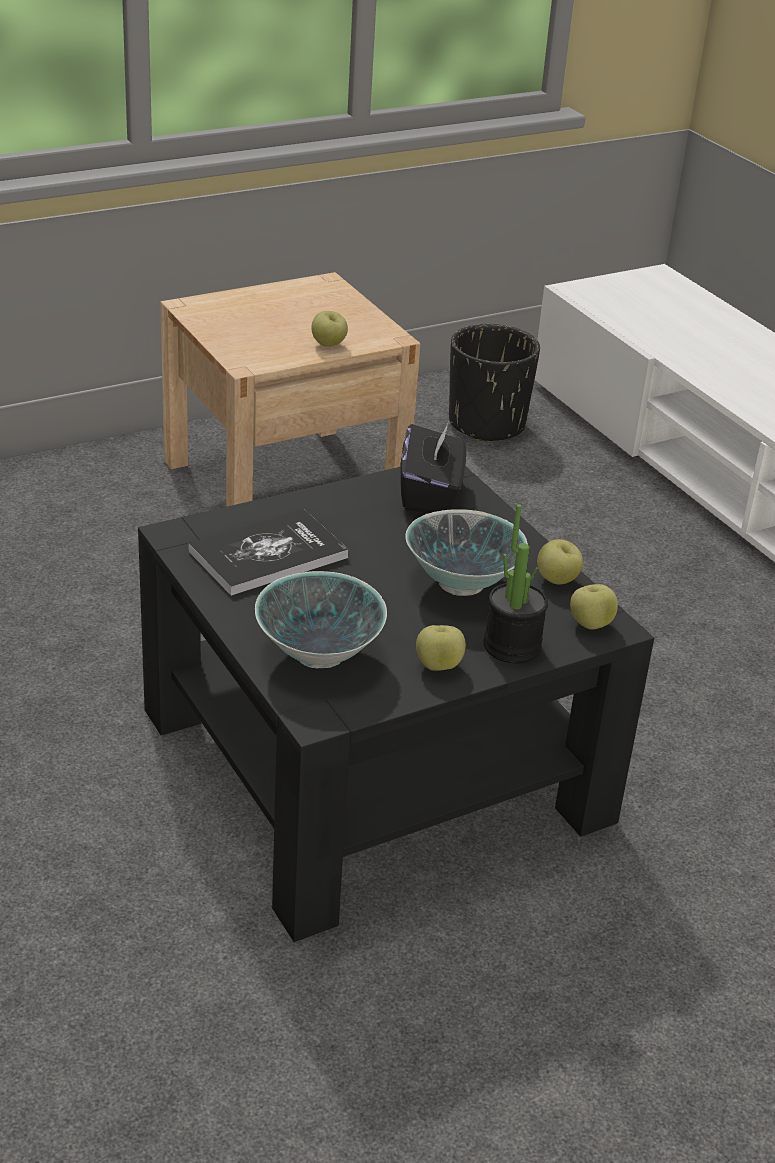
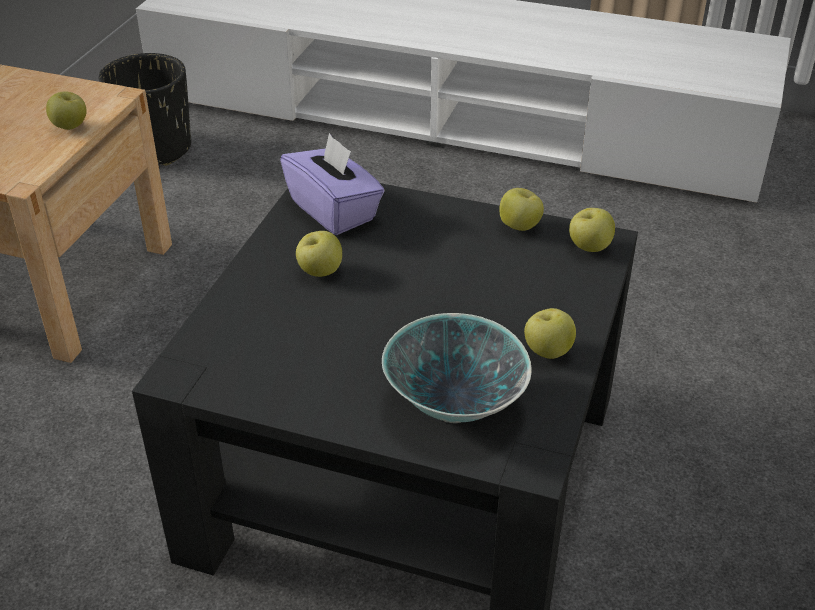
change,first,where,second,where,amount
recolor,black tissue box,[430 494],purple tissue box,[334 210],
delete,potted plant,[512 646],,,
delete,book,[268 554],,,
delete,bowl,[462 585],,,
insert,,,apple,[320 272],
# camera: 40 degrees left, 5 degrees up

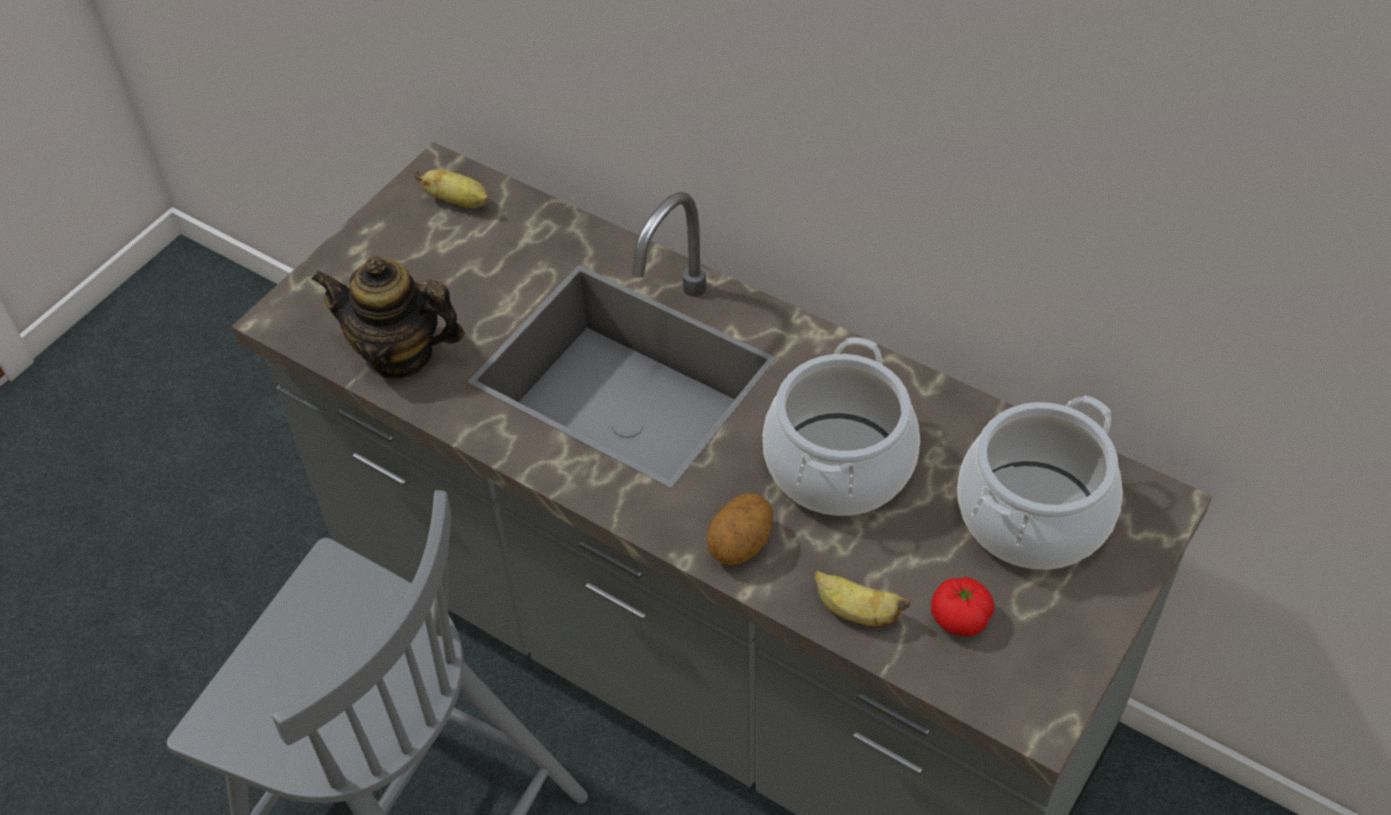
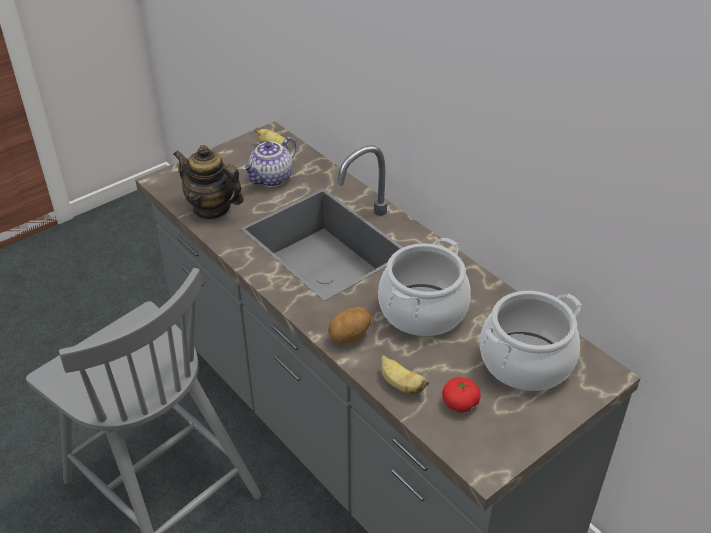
change,first,where,second,where,amount
insert,,,teapot,[272 179],
# camera: 15 degrees right, 10 degrees down

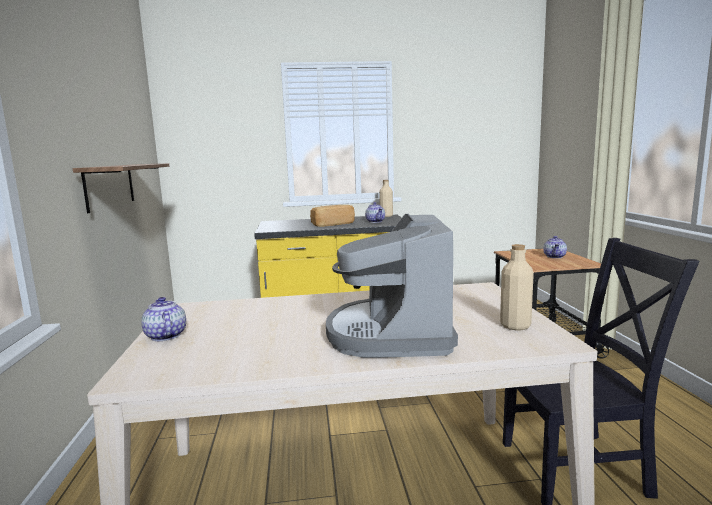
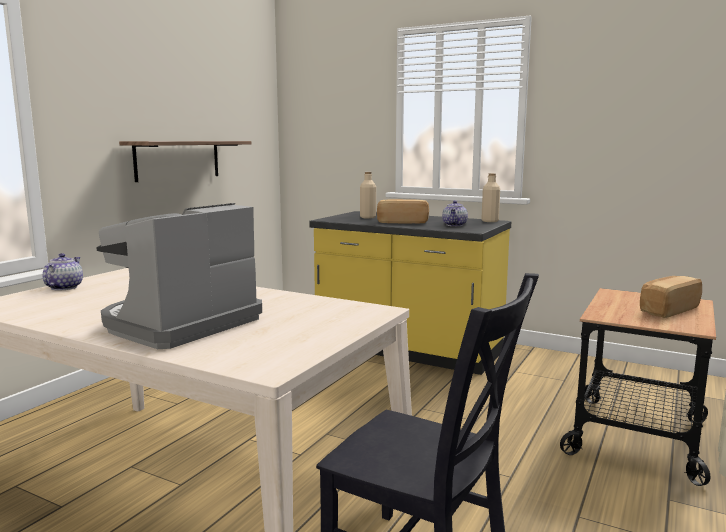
change,first,where,second,where,amount
replace,teapot,[555 256],bread,[667 310],
move,beige bottle,[515 326],,[368 217],
# camera: 35 degrees right, 0 degrees up

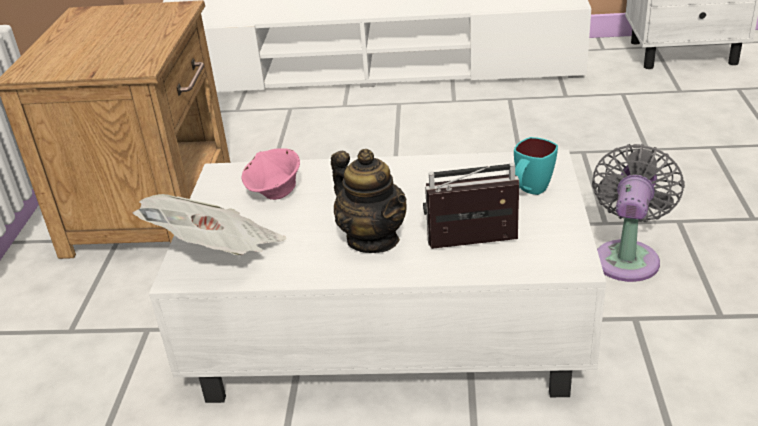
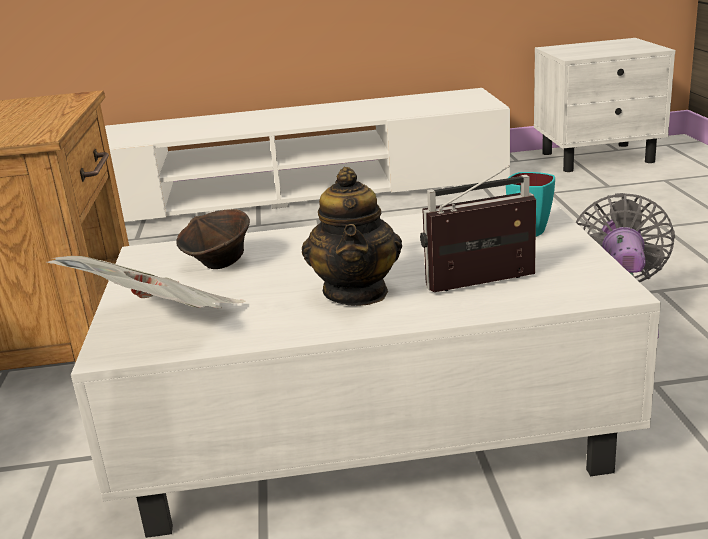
change,first,where,second,where,amount
recolor,pink bowl,[275 193],brown bowl,[219 264],
rotate,teapot,[373 239],,[356 292],45 degrees clockwise
# camera: 10 degrees left, 10 degrees down

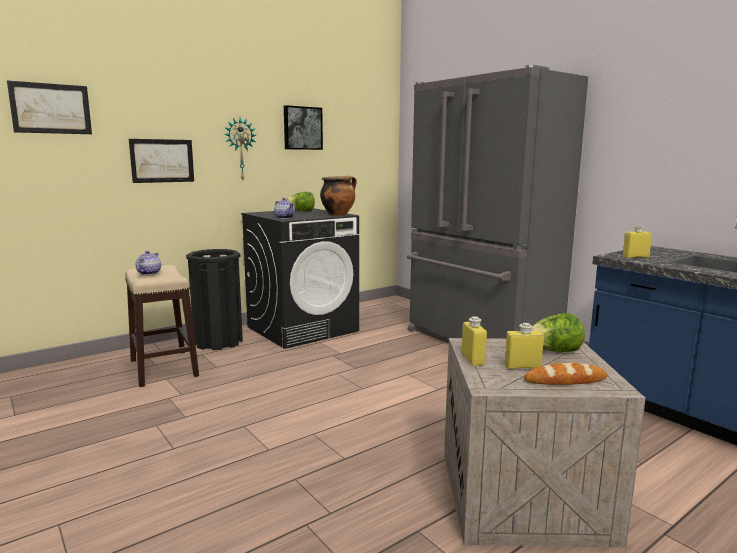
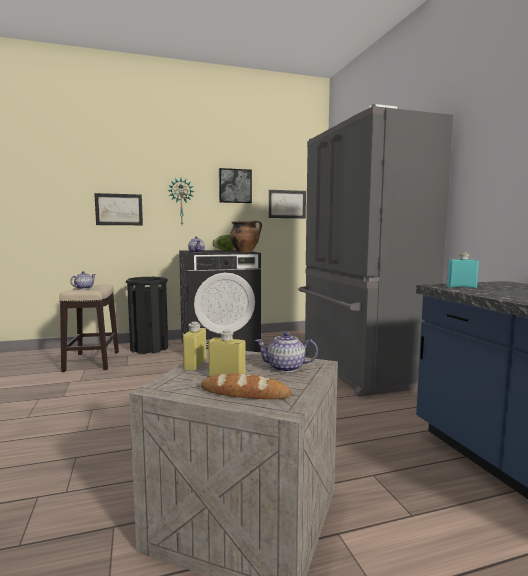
change,first,where,second,where,amount
move,picture,[51 108],,[287 204],
recolor,yellow bottle,[635 257],turquoise bottle,[461 287],
replace,lettuce,[554 352],teapot,[286 368],
# camera: 20 degrees right, 5 degrees down

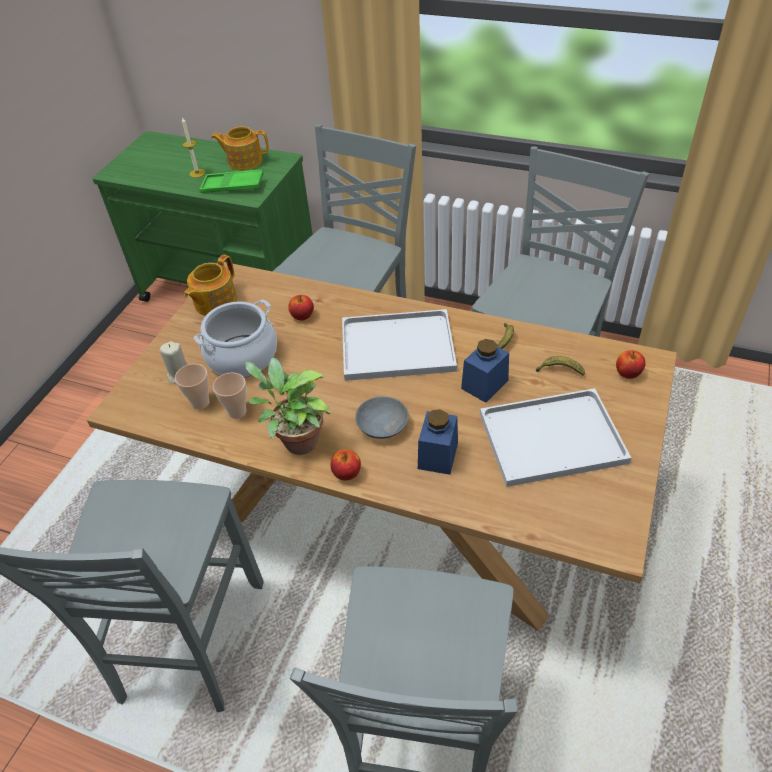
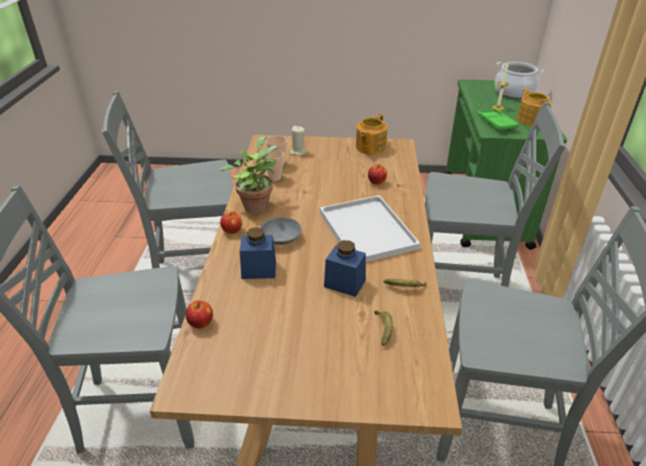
change,first,where,second,where,amount
rotate,teapot,[214 303],,[370 147],75 degrees counterclockwise
move,cooking pot,[242 357],,[514 93],
move,apple,[627 373],,[201 323],
delete,white tray,[549 440],,,
# camera: 70 degrees right, 10 degrees down

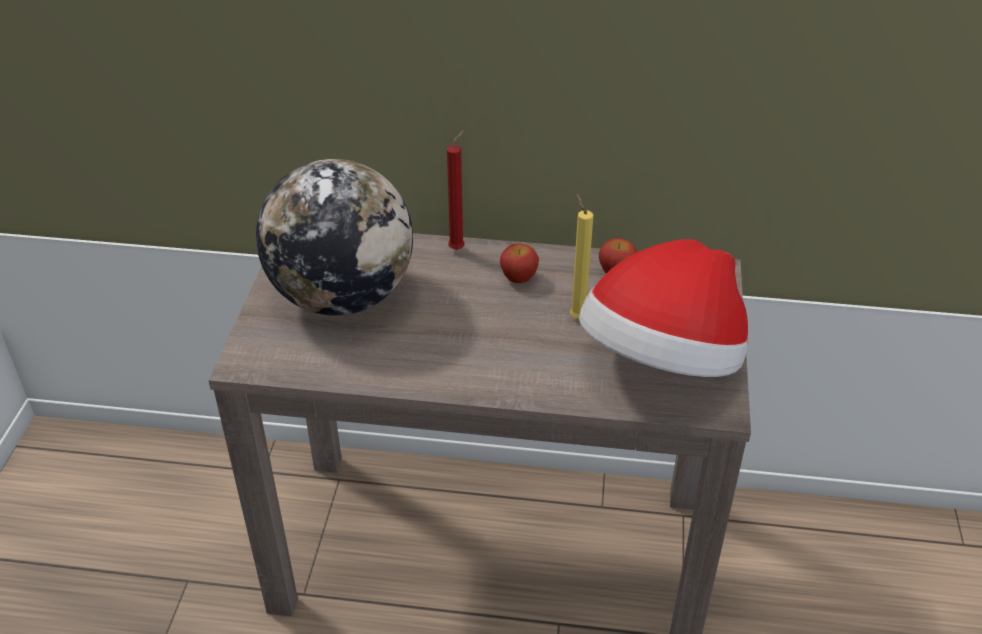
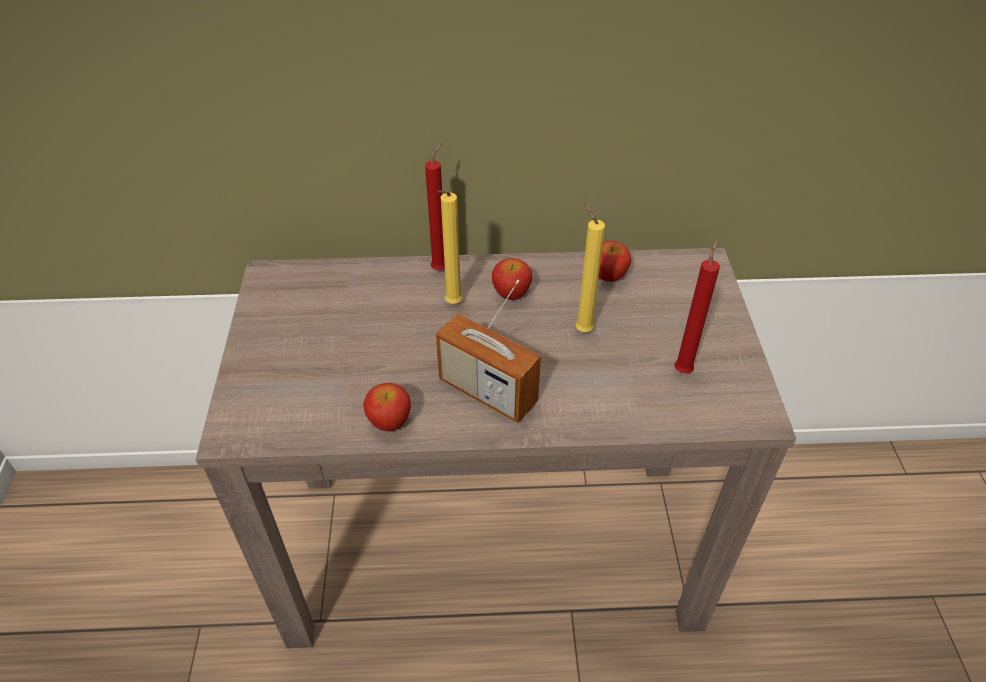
change,first,where,second,where,amount
delete,globe,[342 296],,,
replace,hat,[663 362],red candle,[683 369],
insert,,,yellow candle,[451 304],
insert,,,radio,[487 391],
insert,,,apple,[389 422],
# camera: 10 degrees left, 5 degrees up

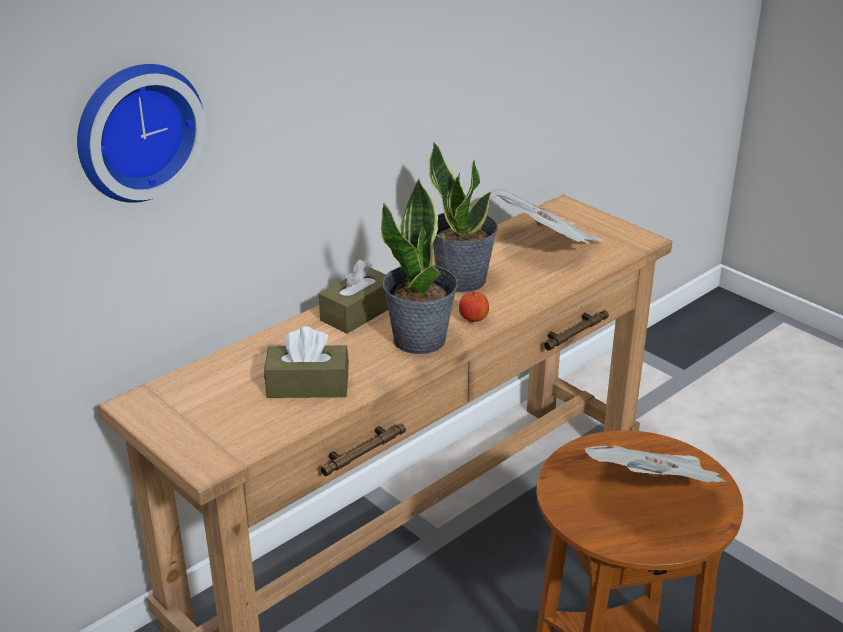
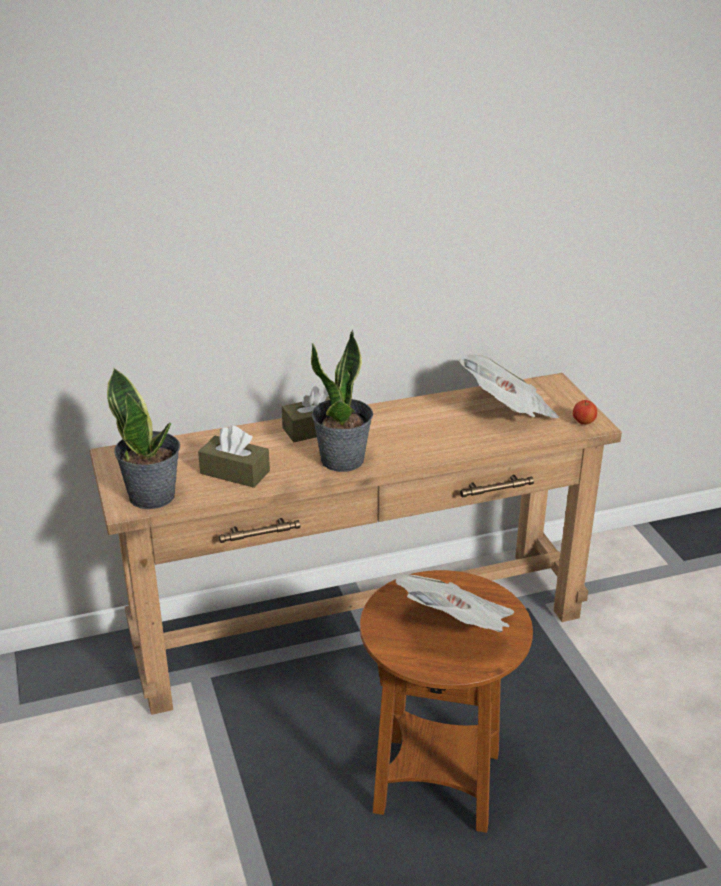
change,first,where,second,where,amount
delete,wall clock,[136 130],,,
move,potted plant,[461 279],,[153 495],
move,apple,[473 320],,[583 423],
# camera: 25 degrees right, 0 degrees up

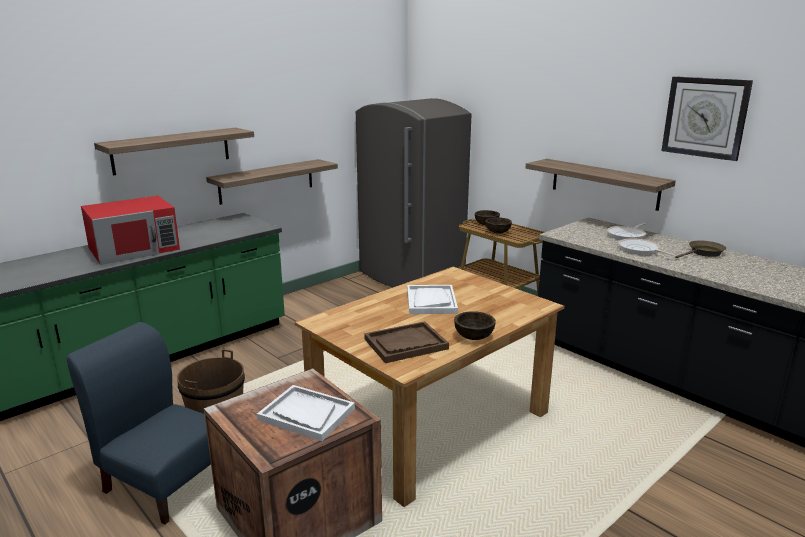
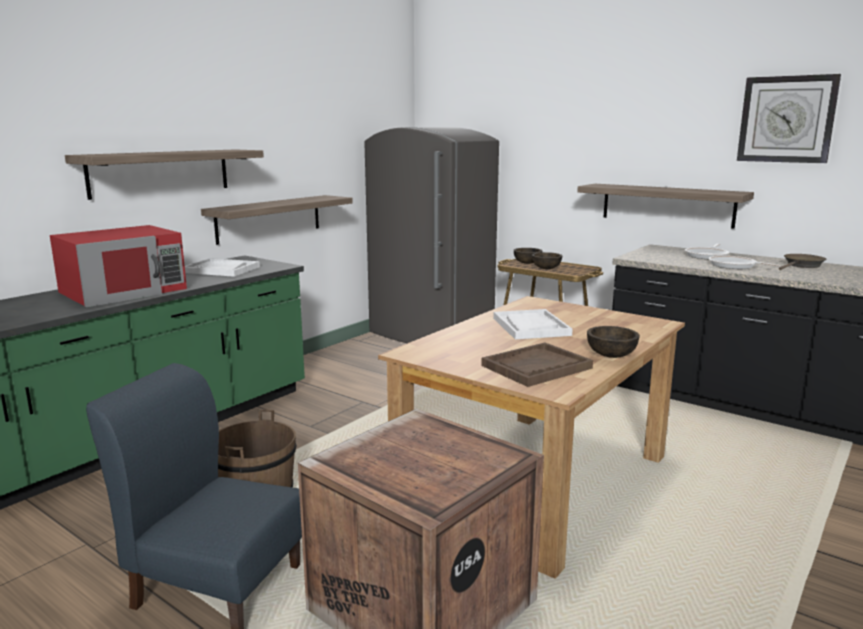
change,first,where,second,where,amount
move,white tray,[306 414],,[221 269],
# camera: 10 degrees left, 5 degrees down

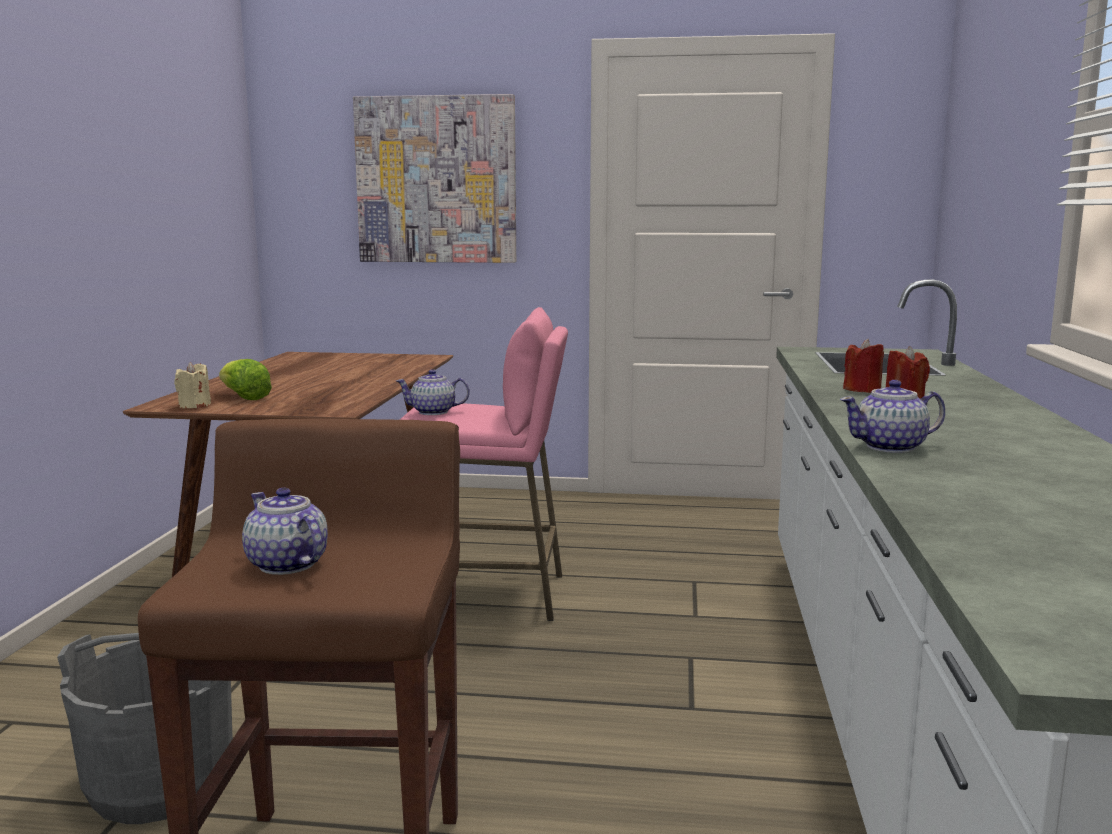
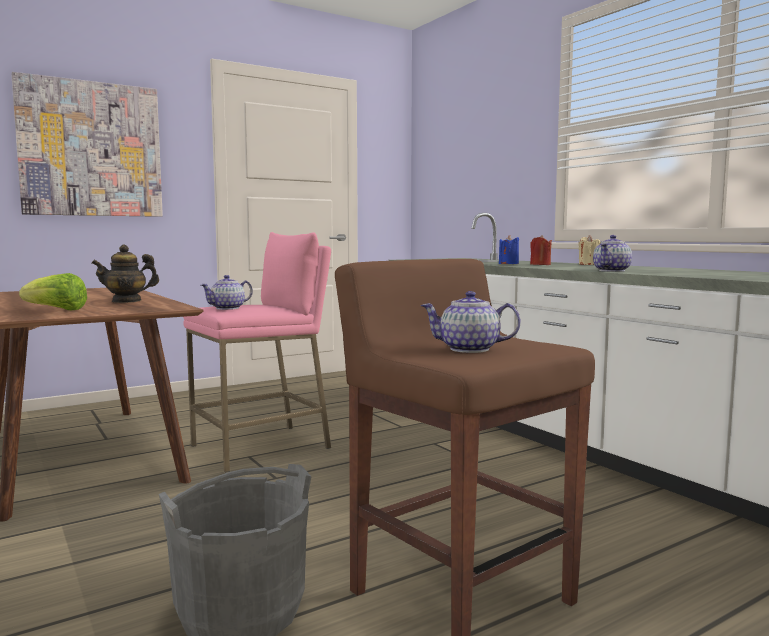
change,first,where,second,where,amount
recolor,red candle,[862 390],blue candle,[508 264],
move,beige candle,[194 405],,[589 264],
insert,,,teapot,[127 301],
# camera: 40 degrees left, 5 degrees down

